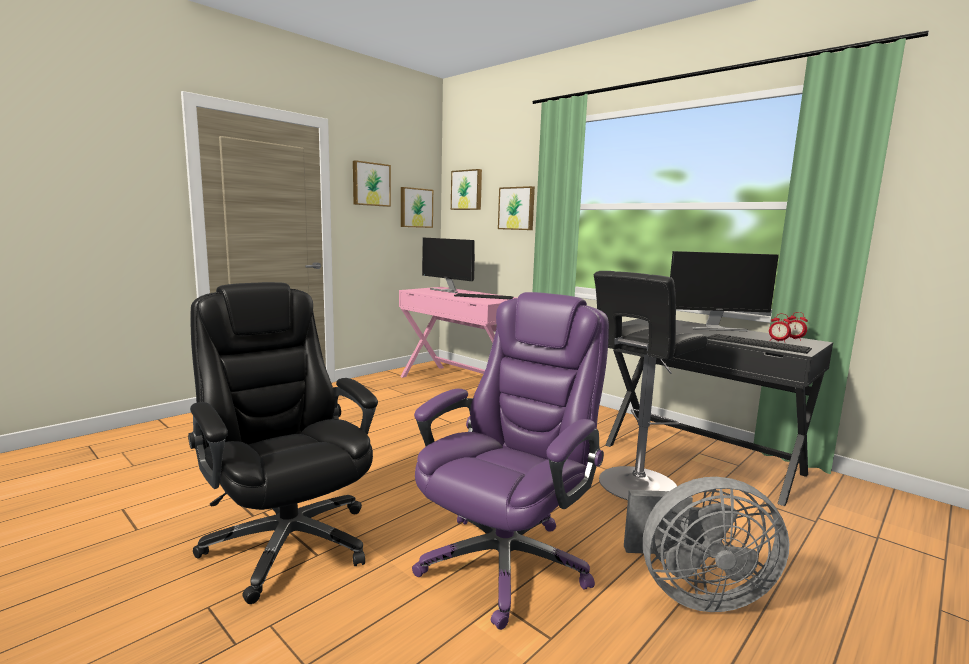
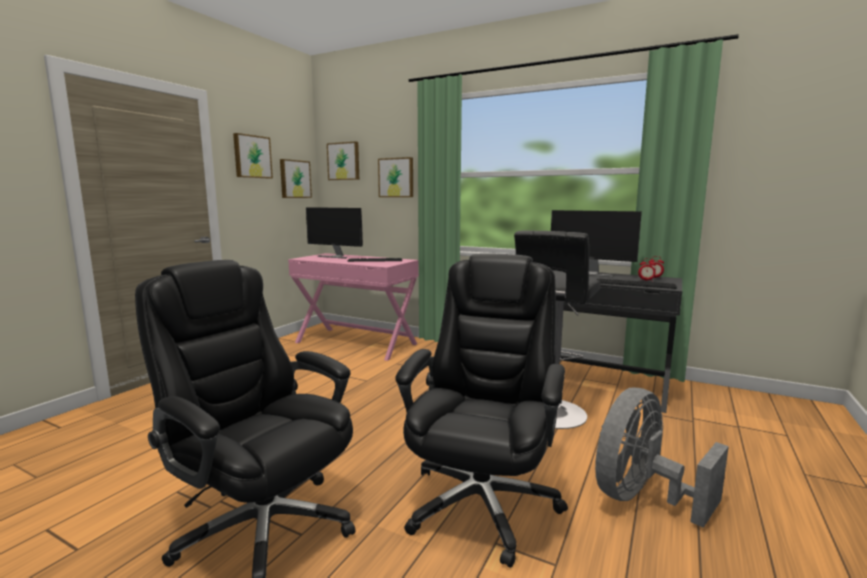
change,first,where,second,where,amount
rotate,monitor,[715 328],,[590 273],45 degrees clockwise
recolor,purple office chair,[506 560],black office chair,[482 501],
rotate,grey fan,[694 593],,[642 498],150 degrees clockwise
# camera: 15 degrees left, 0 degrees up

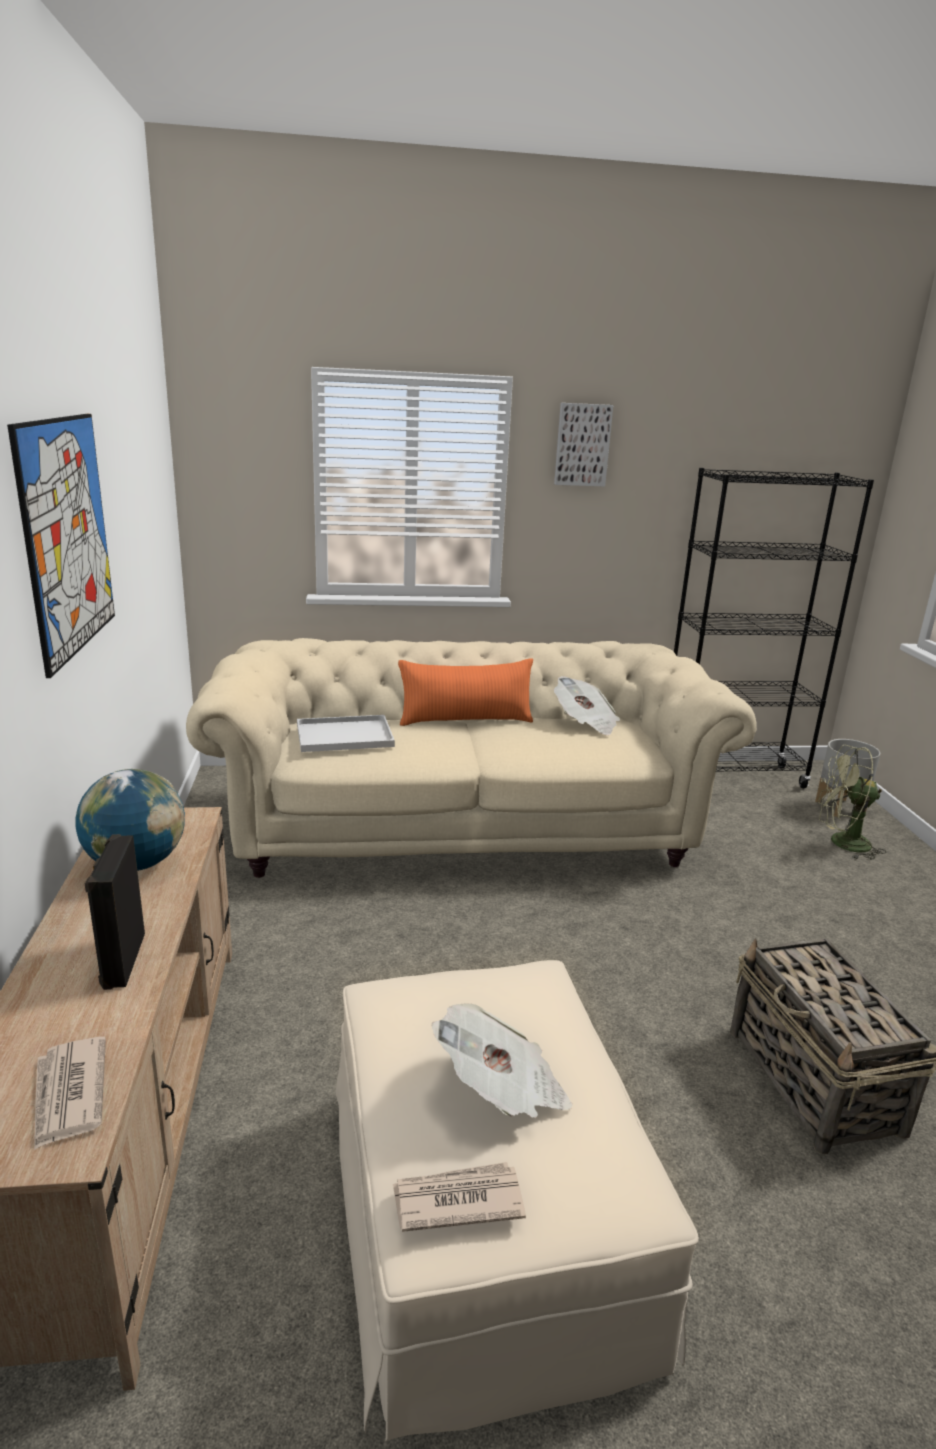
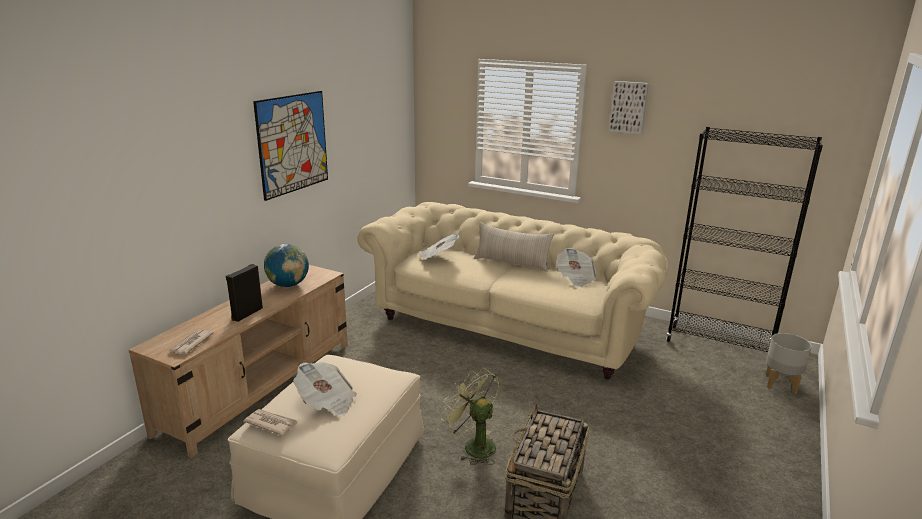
change,first,where,second,where,amount
recolor,orange pillow,[465 720],beige pillow,[512 263],
replace,white tray,[342 736],newspaper,[438 257],
move,green fan,[841 843],,[473 445],
# camera: 35 degrees right, 0 degrees up

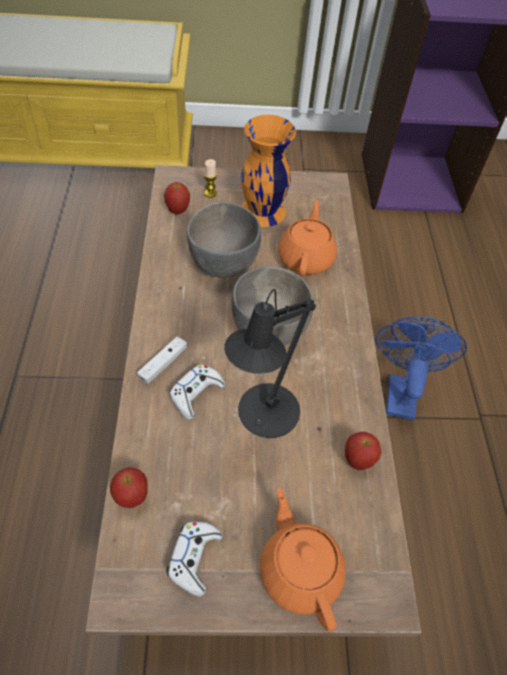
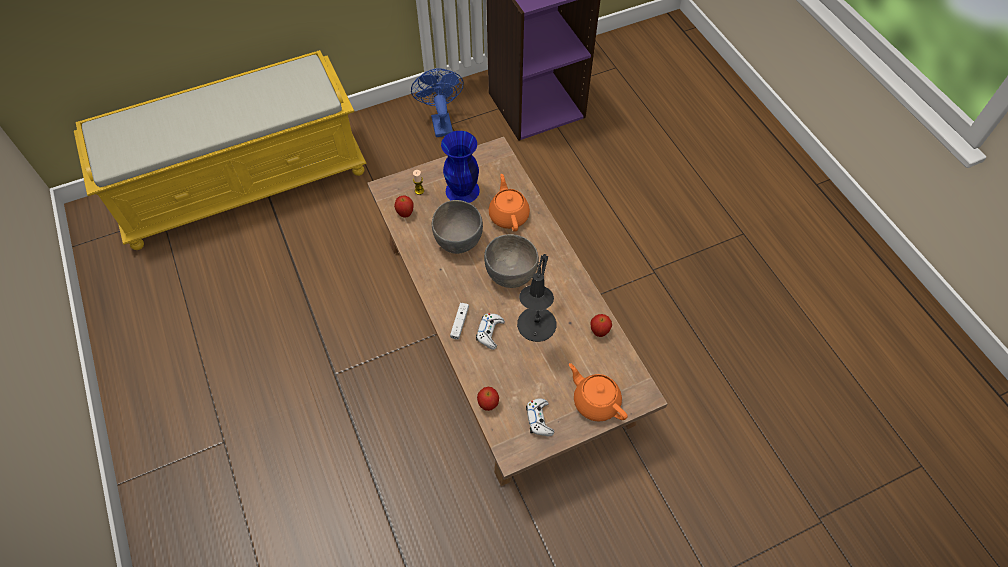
change,first,where,second,where,amount
recolor,orange vase,[262 211],blue vase,[462 191],
move,blue fan,[400 390],,[440 122],
# camera: 20 degrees left, 5 degrees up

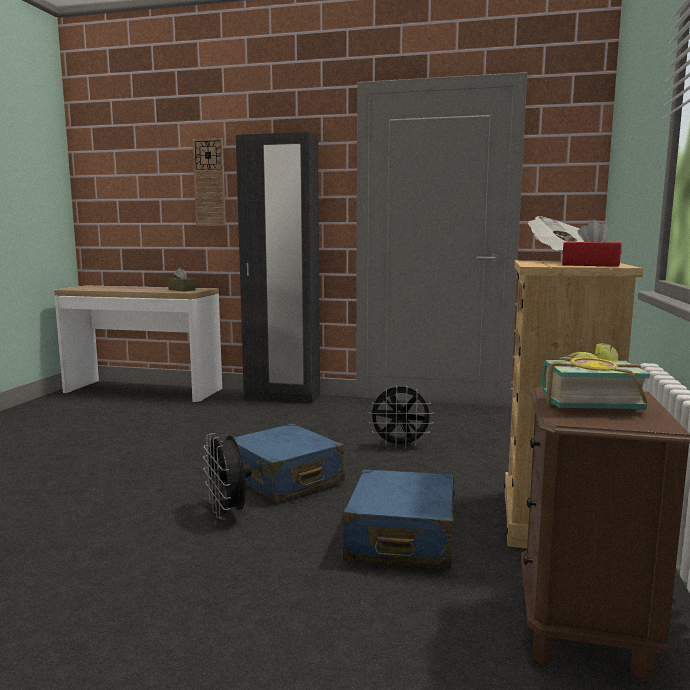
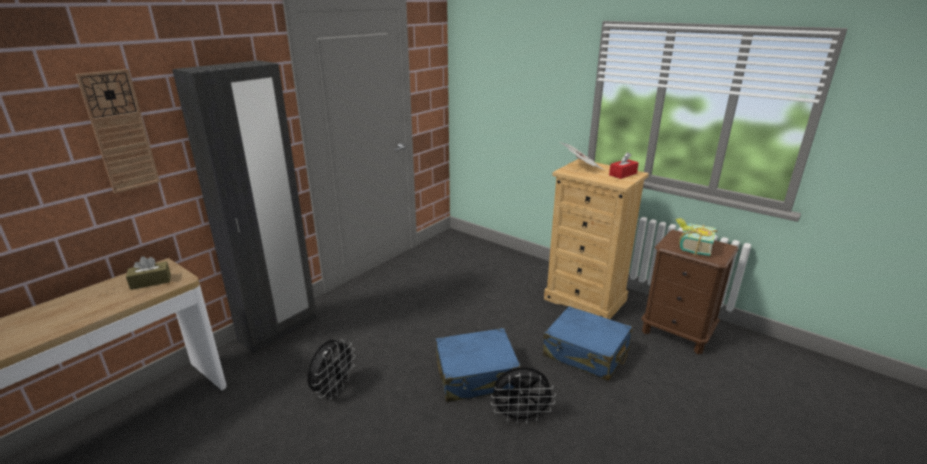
change,first,where,second,where,amount
move,black fan,[400 445],,[333 389],
# camera: 65 degrees left, 15 degrees up

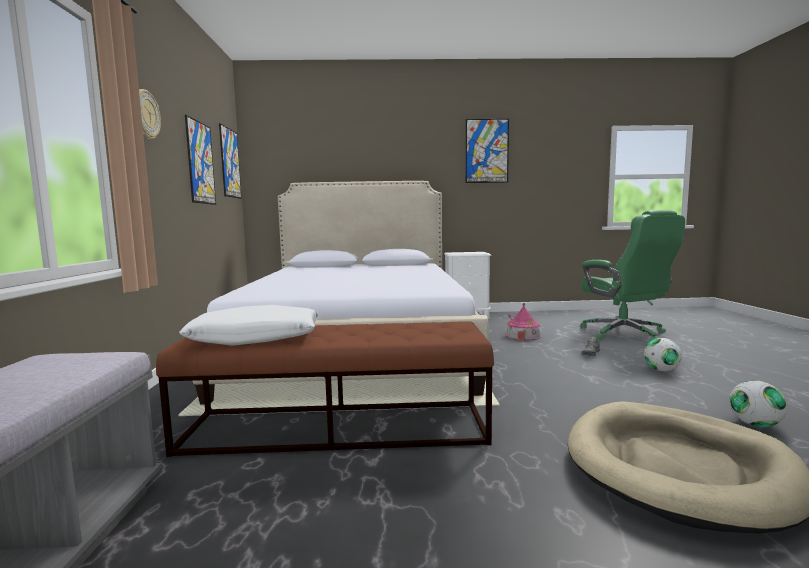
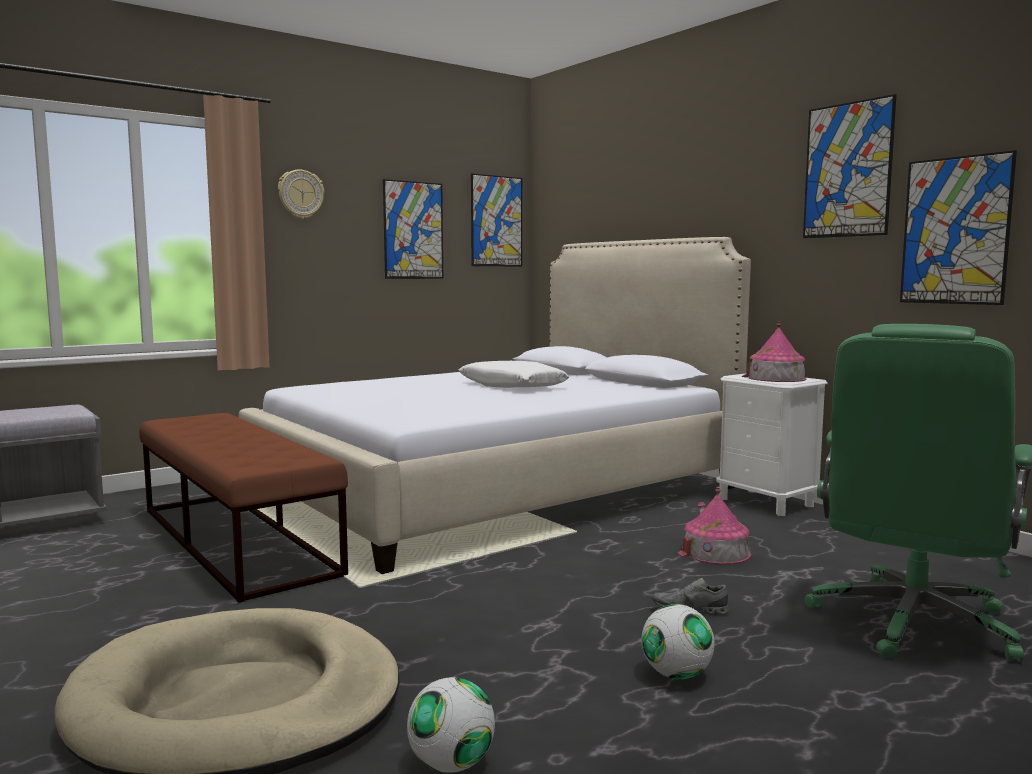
change,first,where,second,where,amount
move,white pillow,[256 338],,[512 386],
insert,,,picture,[955 231],
insert,,,toy house,[776 378],
# camera: 55 degrees right, 0 degrees up

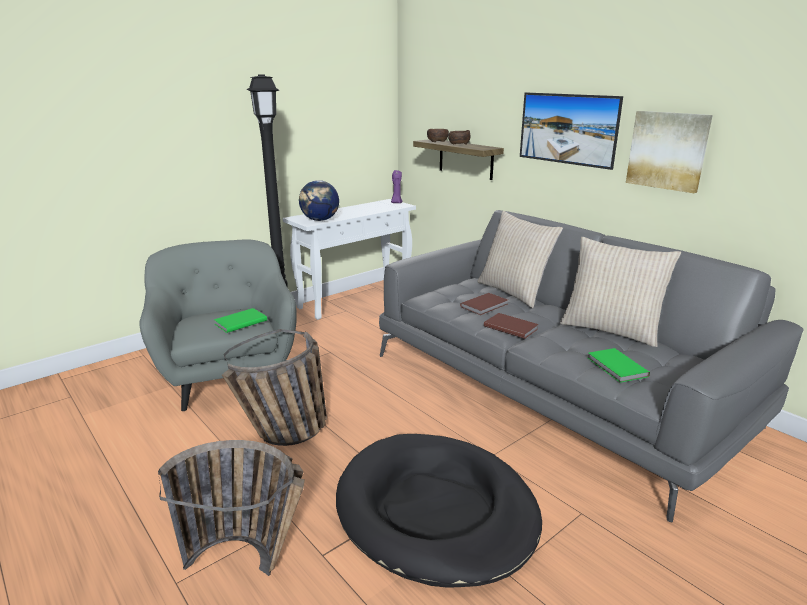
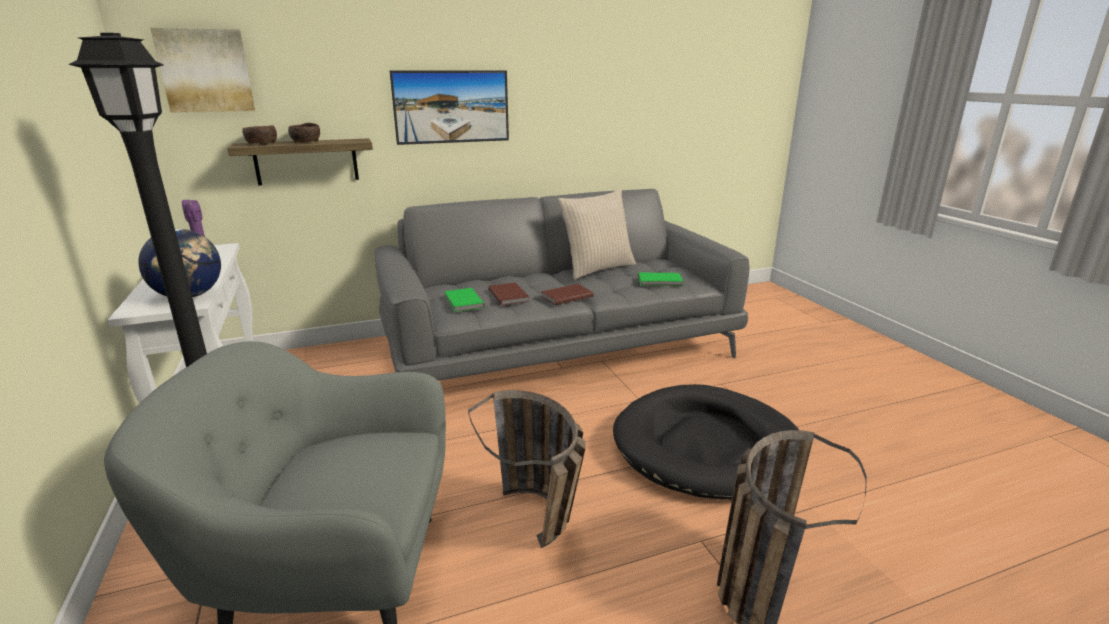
change,first,where,second,where,amount
move,picture,[667 150],,[206 71],
delete,beige pillow,[514 292],,,
move,green book,[239 322],,[463 302],
# camera: 70 degrees left, 0 degrees up

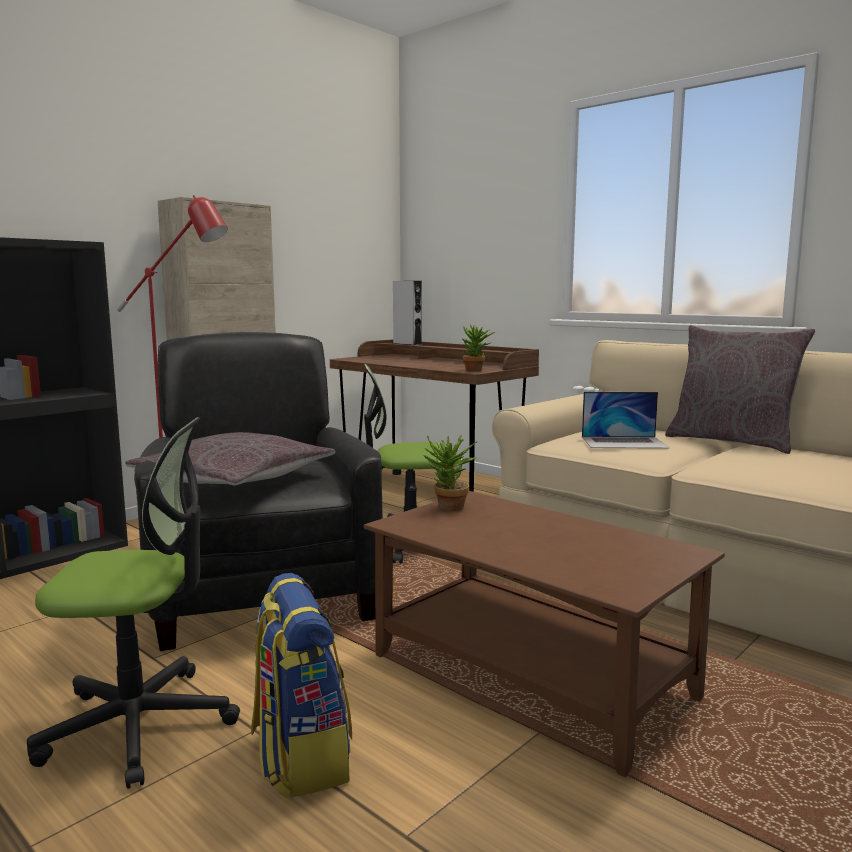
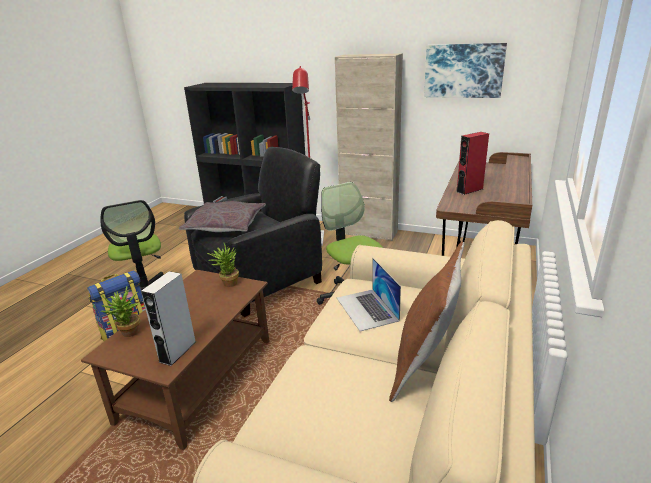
change,first,where,second,where,amount
move,grey speaker,[407 344],,[177 351],
move,potted plant,[476 370],,[128 334],
recolor,grey pillow,[731 441],brown pillow,[425 364],
insert,,,picture,[463 70],
insert,,,red speaker,[469 190],
# camera: 70 degrees right, 15 degrees up

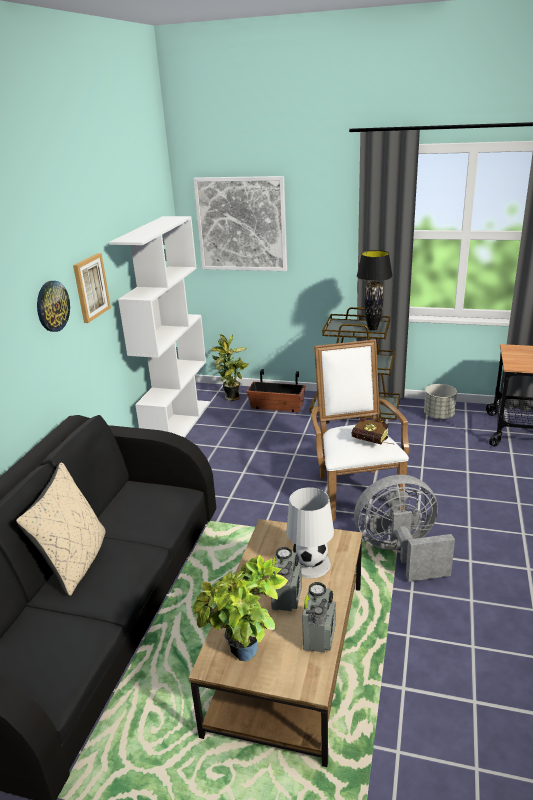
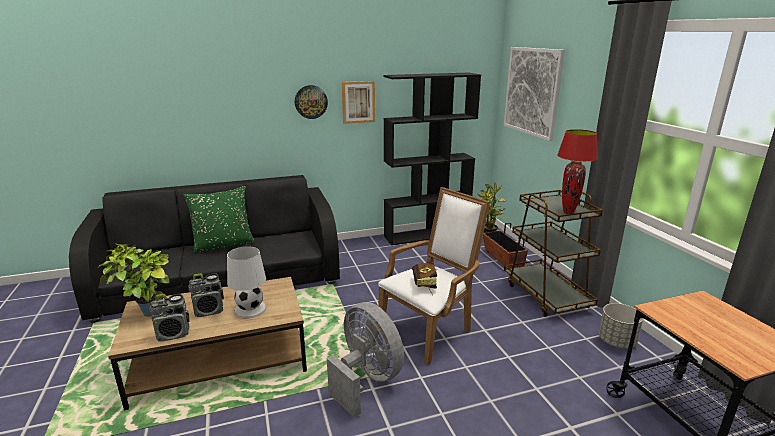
change,first,where,second,where,amount
recolor,white bookcase,[178 425],black bookcase,[427 235],
recolor,black table lamp,[373 329],red table lamp,[568 212],
recolor,beige pillow,[76 562],green pillow,[224 245],
# camera: 55 degrees right, 5 degrees down

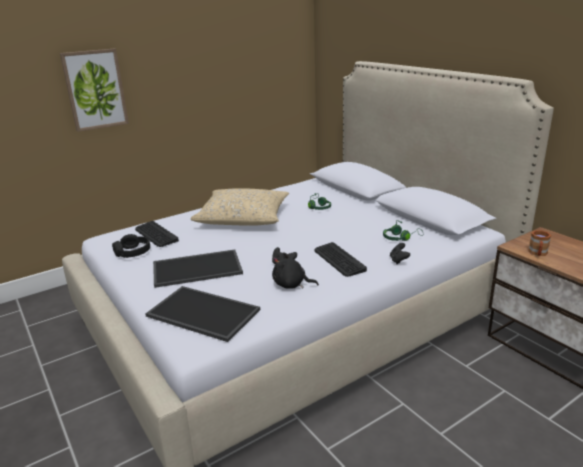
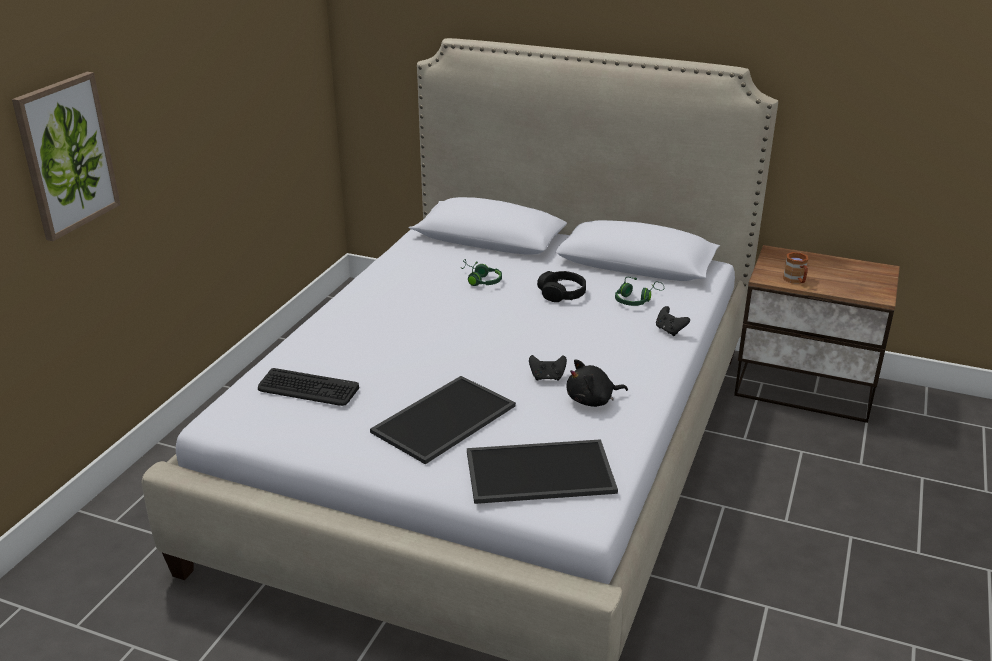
change,first,where,second,where,amount
delete,beige pillow,[244 218],,,
move,black headphones,[132 252],,[562 293],
delete,keyboard,[339 260],,,
# camera: 35 degrees left, 5 degrees up

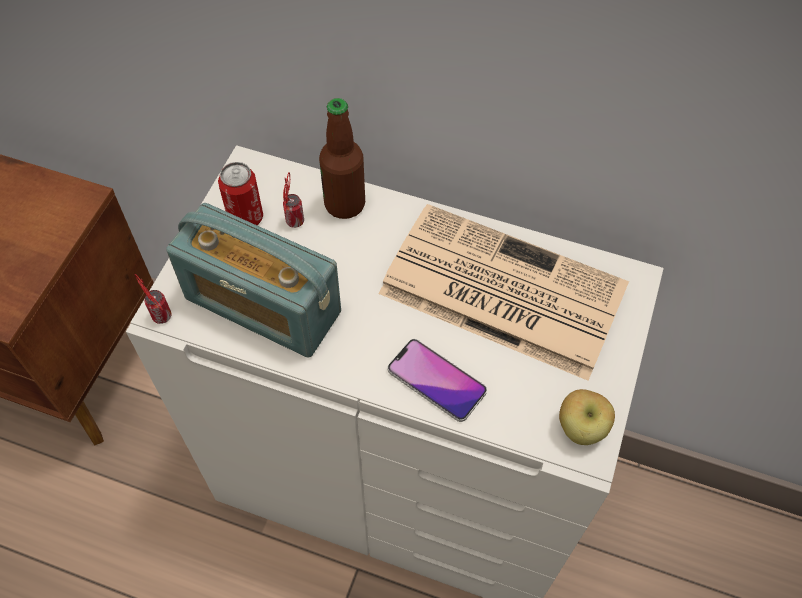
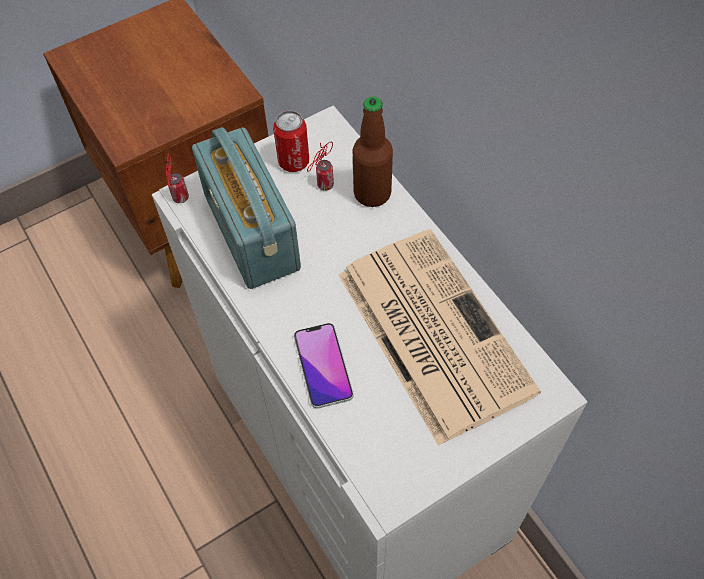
change,first,where,second,where,amount
delete,apple,[581 428],,,
# camera: 40 degrees right, 0 degrees up

